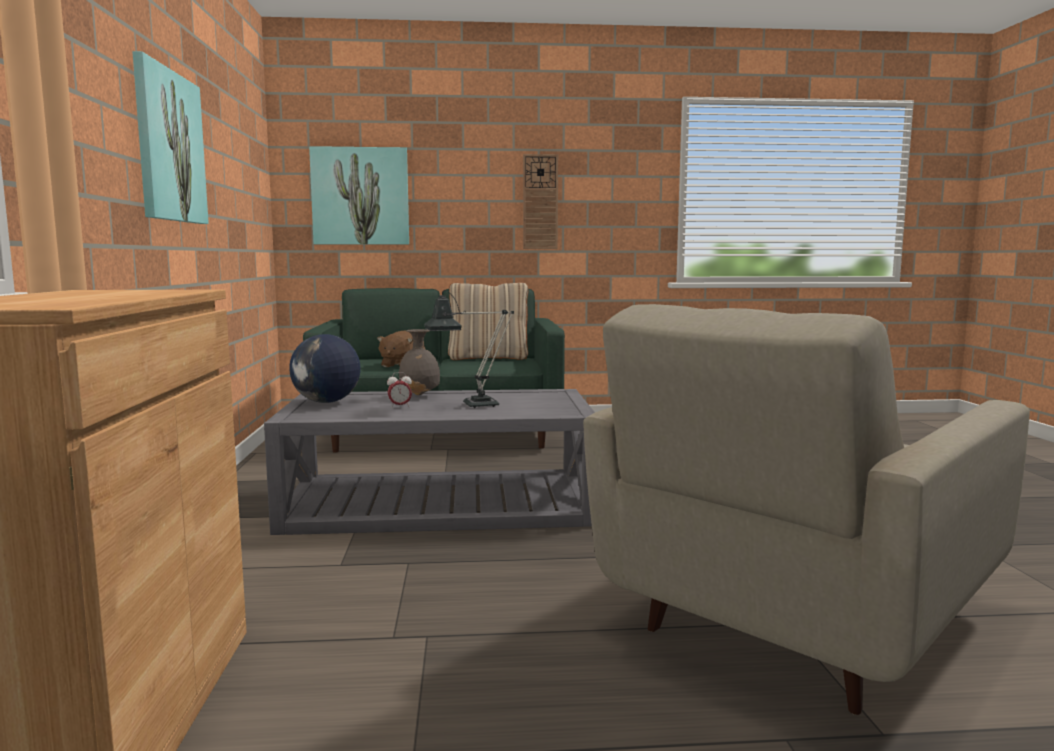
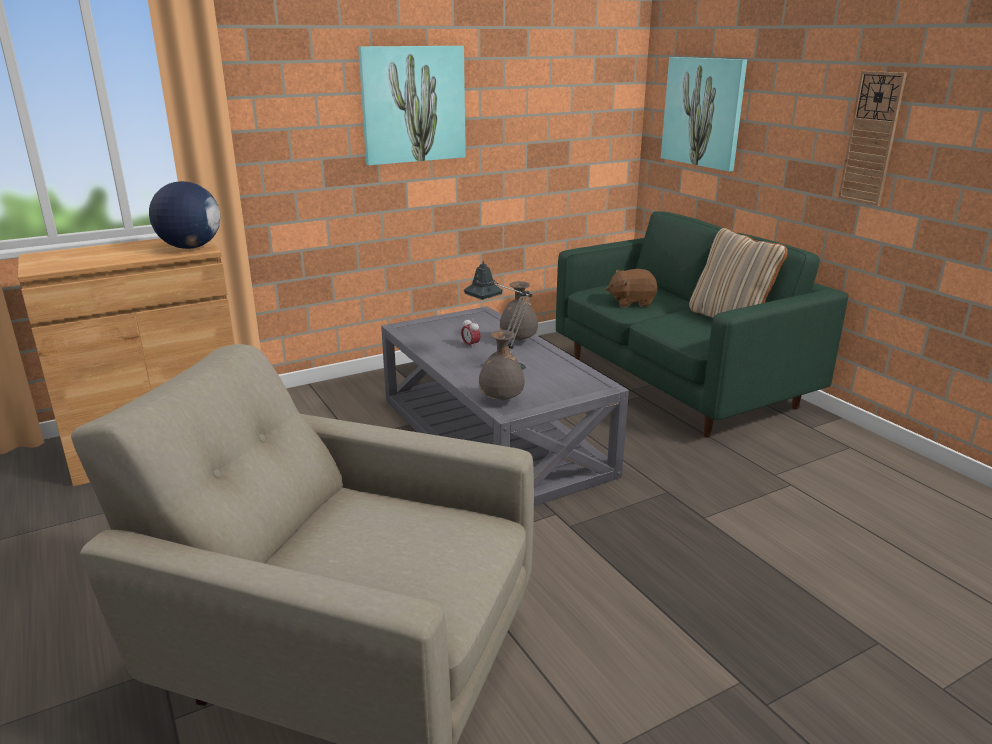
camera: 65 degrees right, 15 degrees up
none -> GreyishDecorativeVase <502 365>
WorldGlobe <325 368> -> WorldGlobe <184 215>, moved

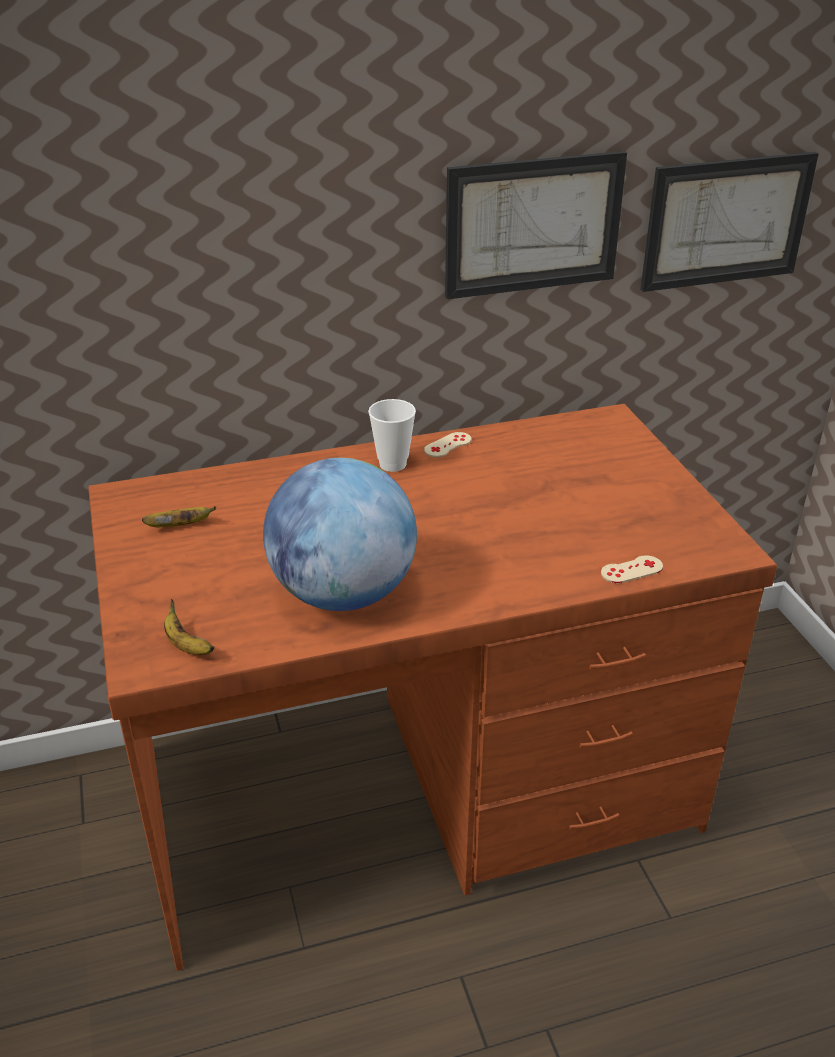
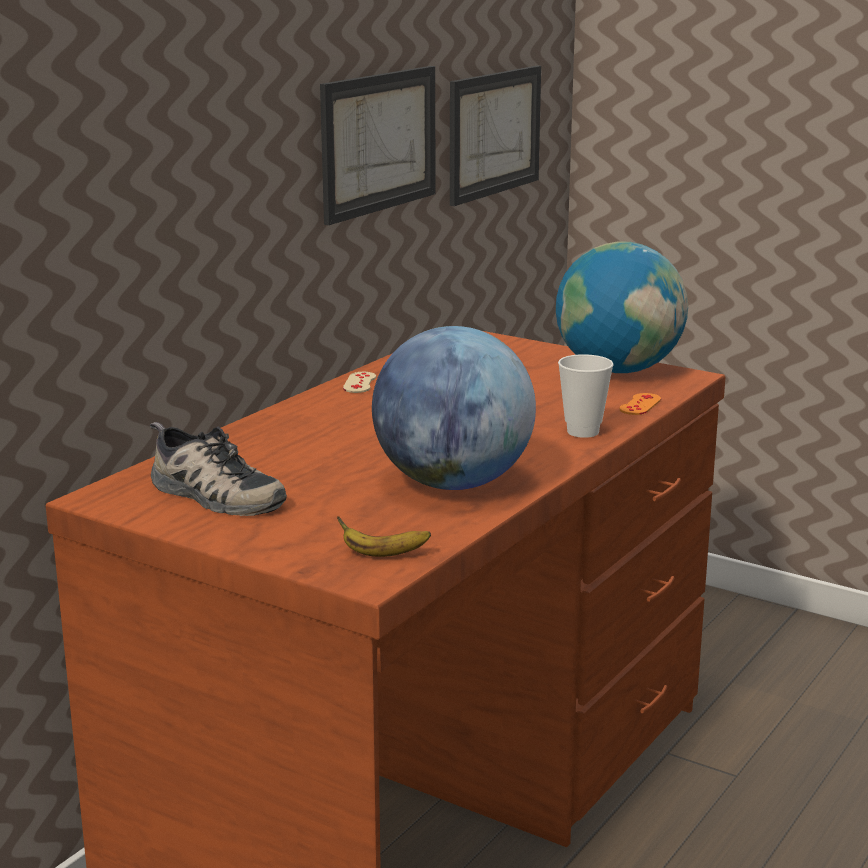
camera: 40 degrees left, 15 degrees down
none -> WorldGlobe <622 307>
SmallCup <392 435> -> SmallCup <586 396>, moved
WholeBanana <179 516> -> LowShoe <218 469>
SandColouredGameController <632 569> -> OrangeGameController <640 404>

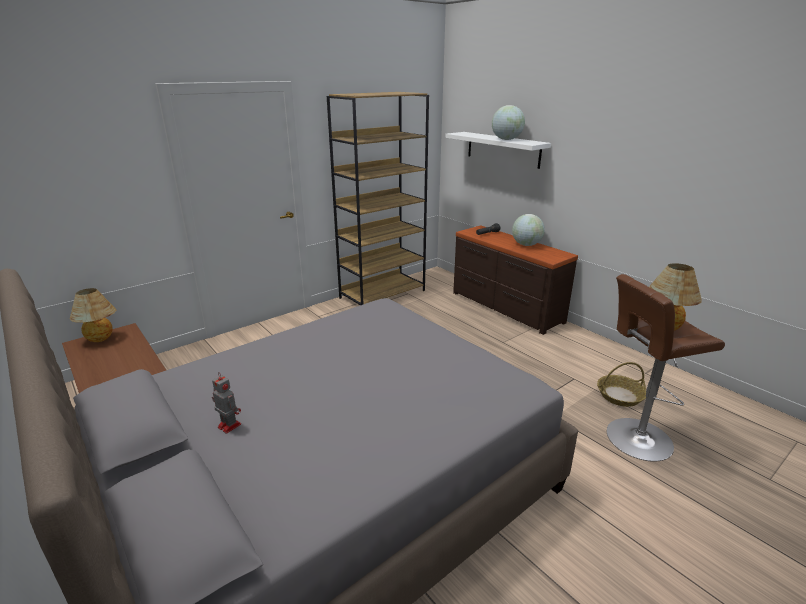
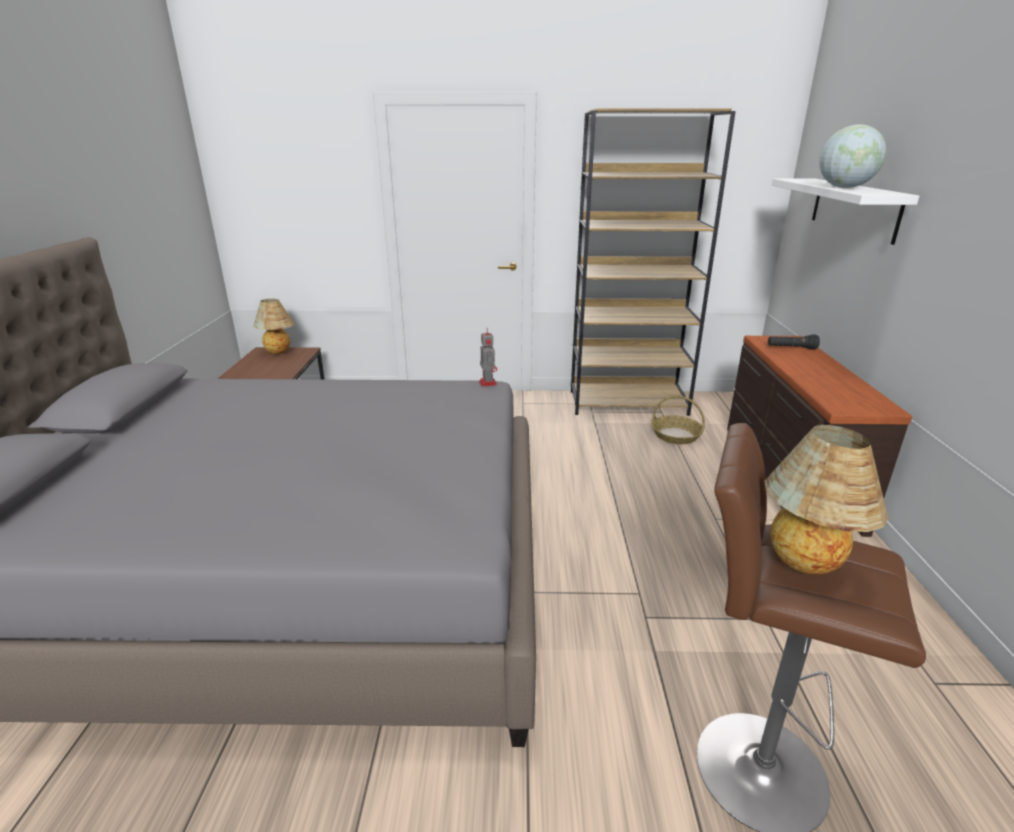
camera: 40 degrees right, 0 degrees up
WorldGlobe <528 230> -> none
ModelRobot <226 403> -> ModelRobot <488 358>, moved
StorageBasket <621 384> -> StorageBasket <678 420>, moved

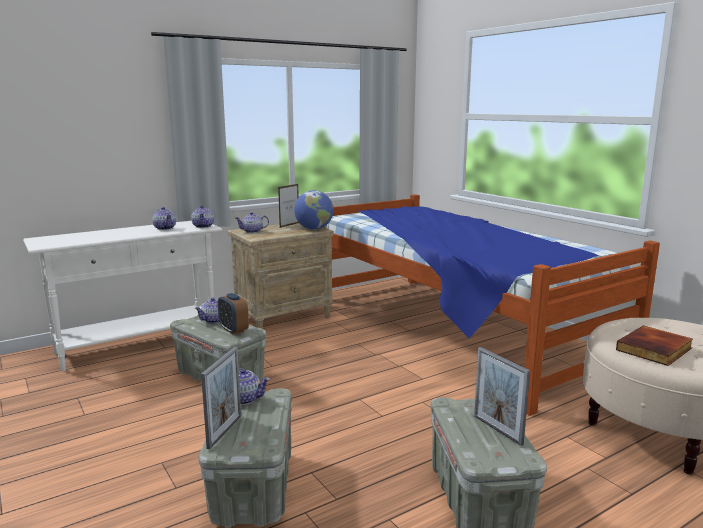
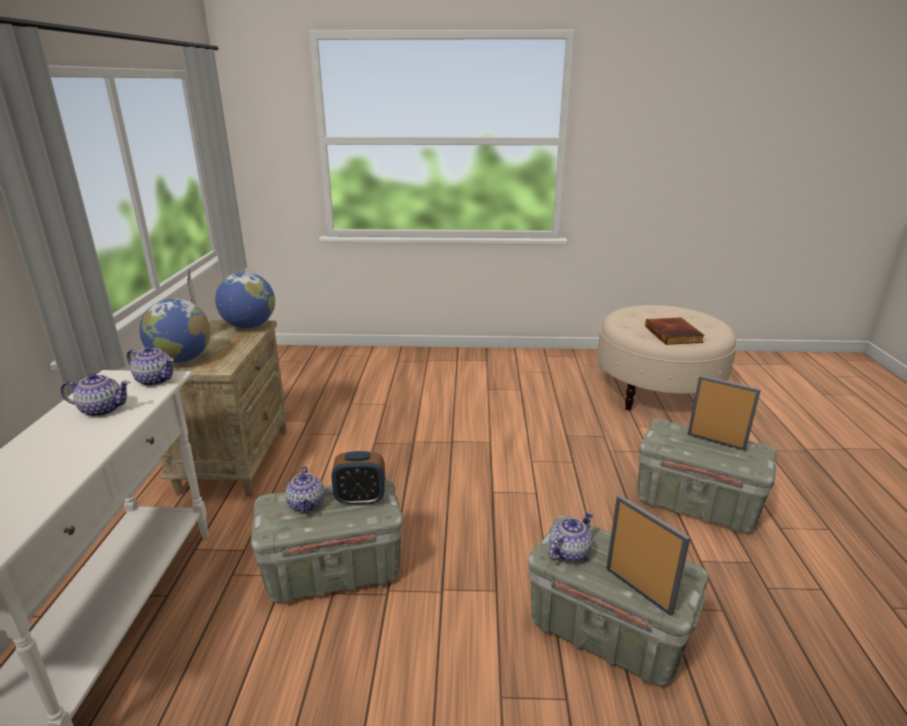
camera: 55 degrees left, 10 degrees up
SleepingBed <492 305> -> none
PotForTea <252 222> -> WorldGlobe <174 330>
PictureFrame <502 396> -> PictureFrame <724 413>, 150 degrees counterclockwise

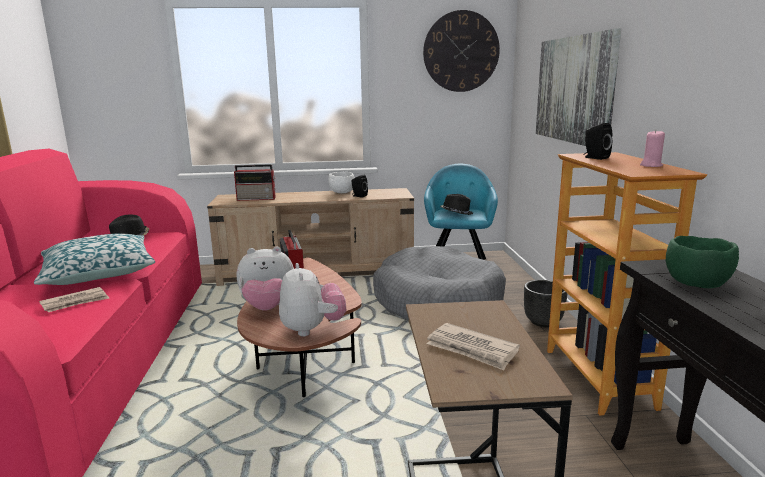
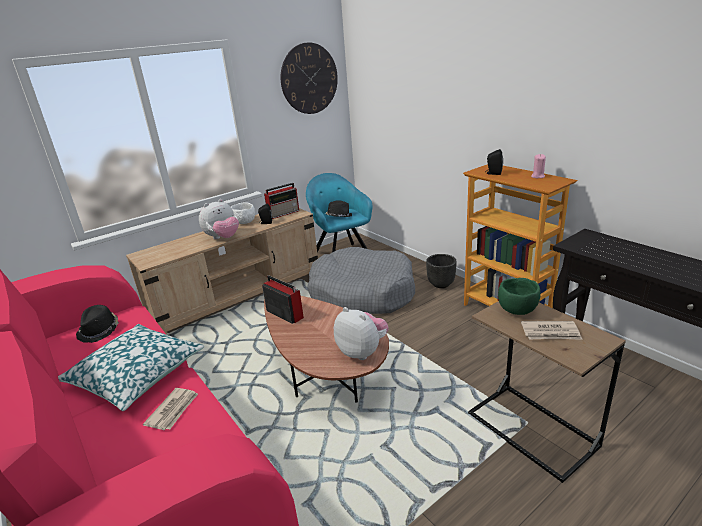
camera: 30 degrees left, 10 degrees up
Picture <578 87> -> none
Radio <255 182> -> Radio <281 201>, moved
SoftToy <265 278> -> SoftToy <219 219>, moved
GreenServingBowl <702 262> -> GreenServingBowl <519 296>, moved

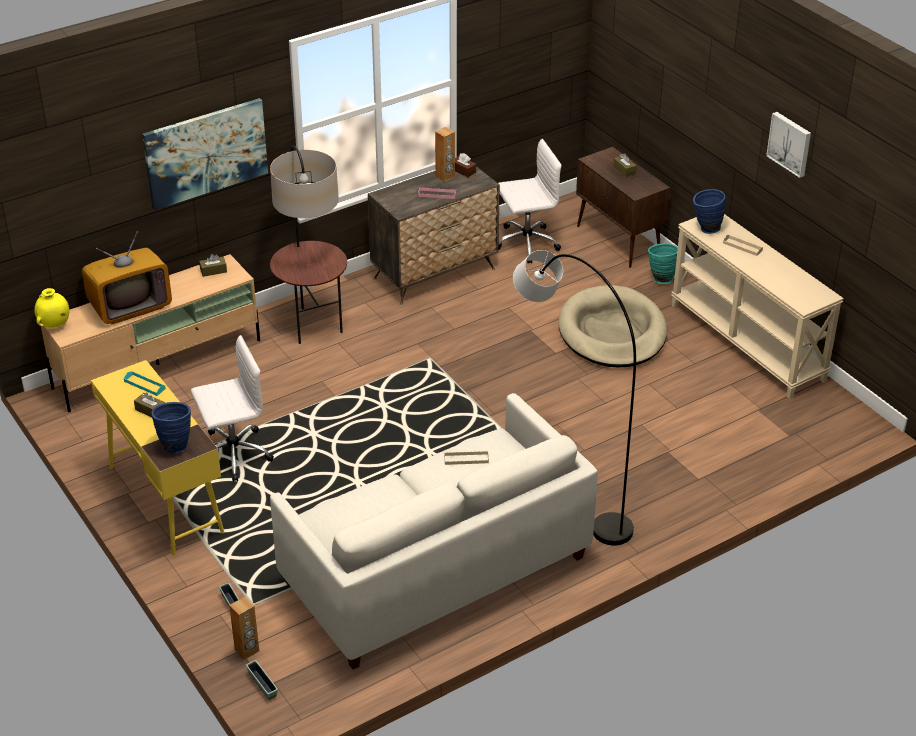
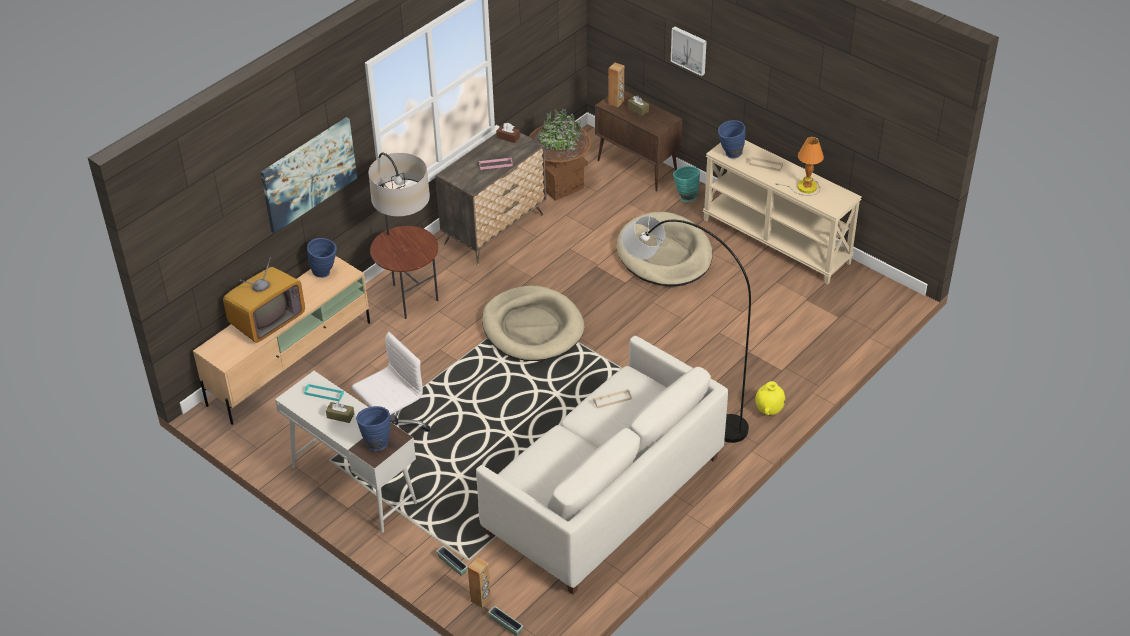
camera: 15 degrees left, 5 degrees up
none -> SandColouredDogCushion <533 323>
none -> TabletopLamp <799 166>
YellowColouredDecorativeVase <51 308> -> YellowColouredDecorativeVase <770 398>, moved
BrownSpeaker <445 154> -> BrownSpeaker <616 85>, moved
Picture <788 145> -> Picture <689 51>, moved
BrownTissueHolder <213 265> -> BlueColouredDecorativeVase <322 258>
WhiteColouredOfficeChair <530 201> -> BrownPlanter <560 155>
YellowColouredDeskTable <157 457> -> WhiteColouredDeskTable <346 452>

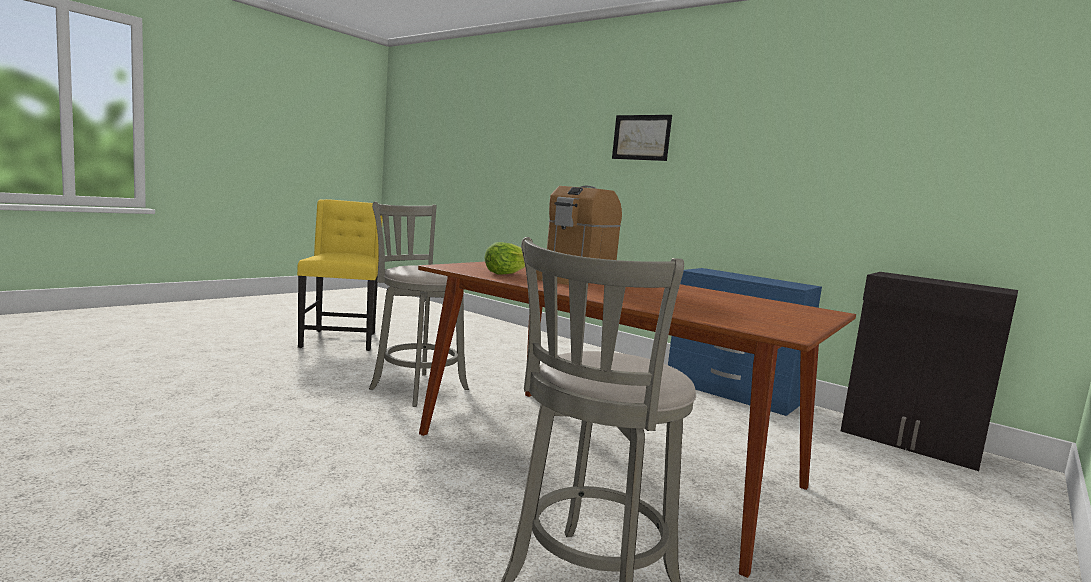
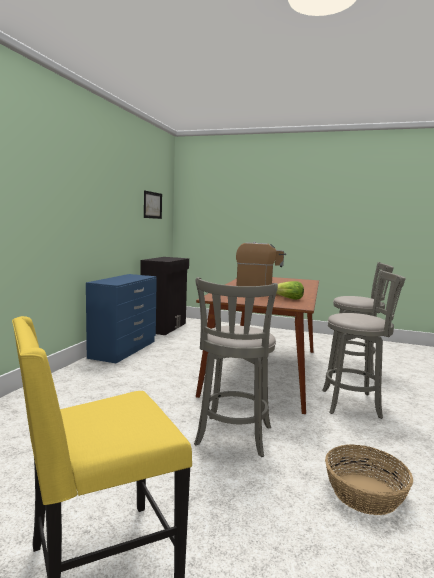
camera: 110 degrees left, 0 degrees up
none -> GreyishStool <364 344>
none -> StorageBasket <369 479>
Picture <642 138> -> Picture <153 205>, moved

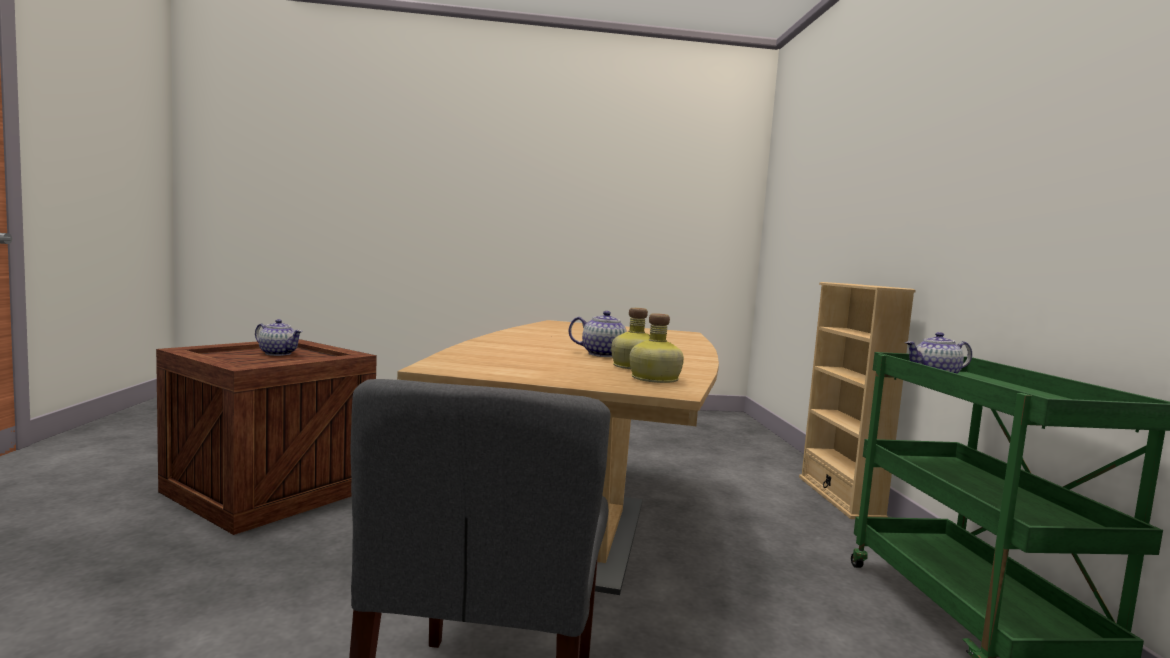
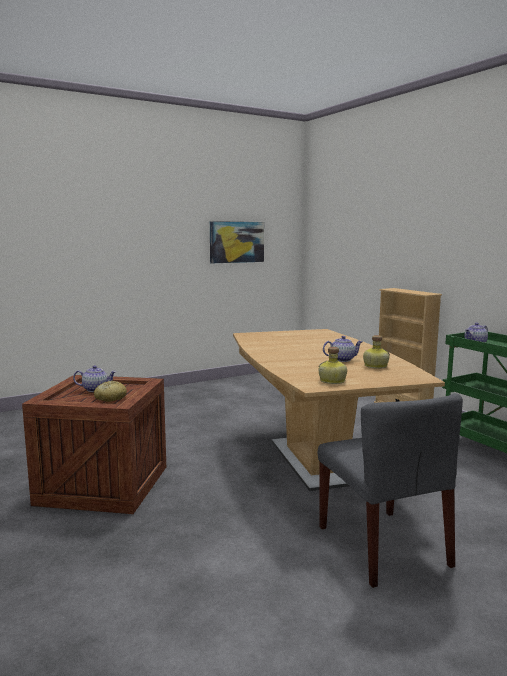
camera: 25 degrees left, 5 degrees up
none -> BakedBread <110 391>
none -> Picture <237 242>
Bottle <656 348> -> Bottle <333 365>, moved

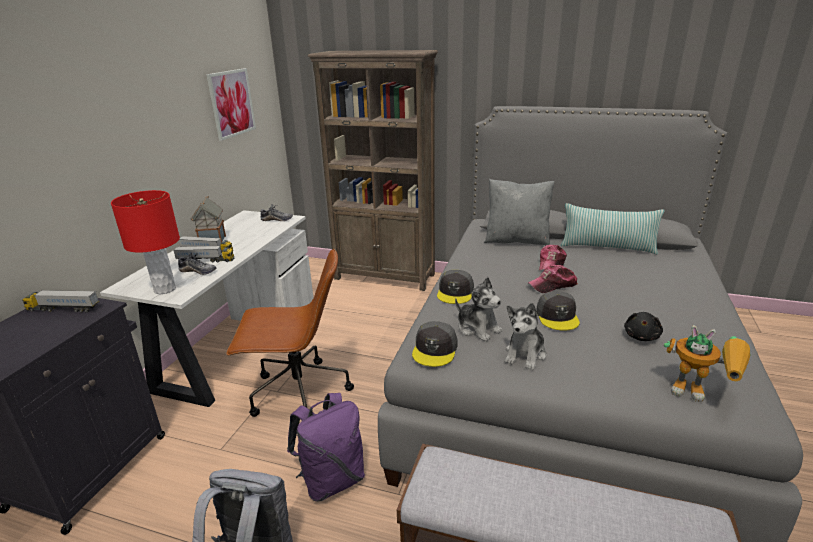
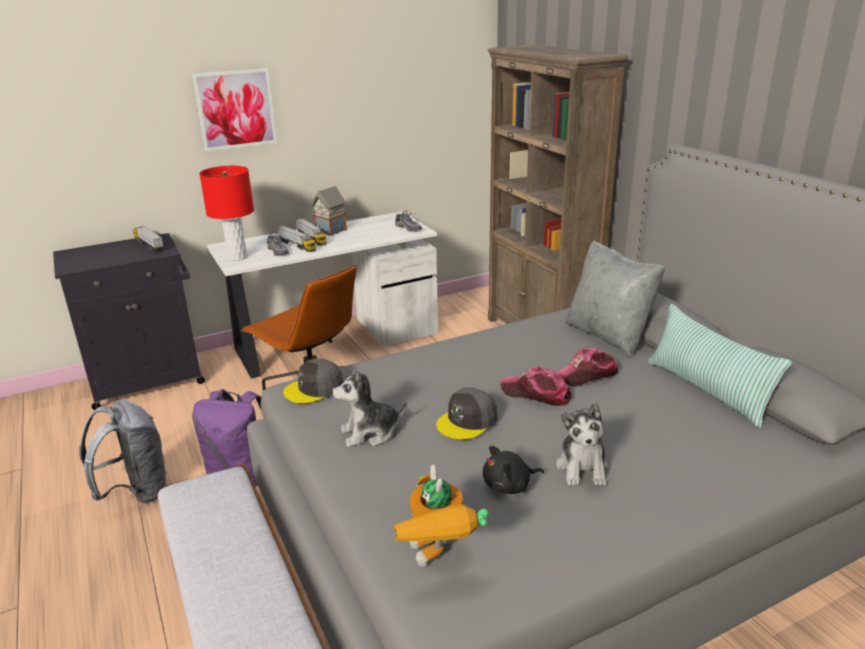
camera: 45 degrees right, 0 degrees up
GreyishCap <455 287> -> none
Picture <231 104> -> Picture <234 110>, moved
SoftToy <479 309> -> SoftToy <582 444>, moved

